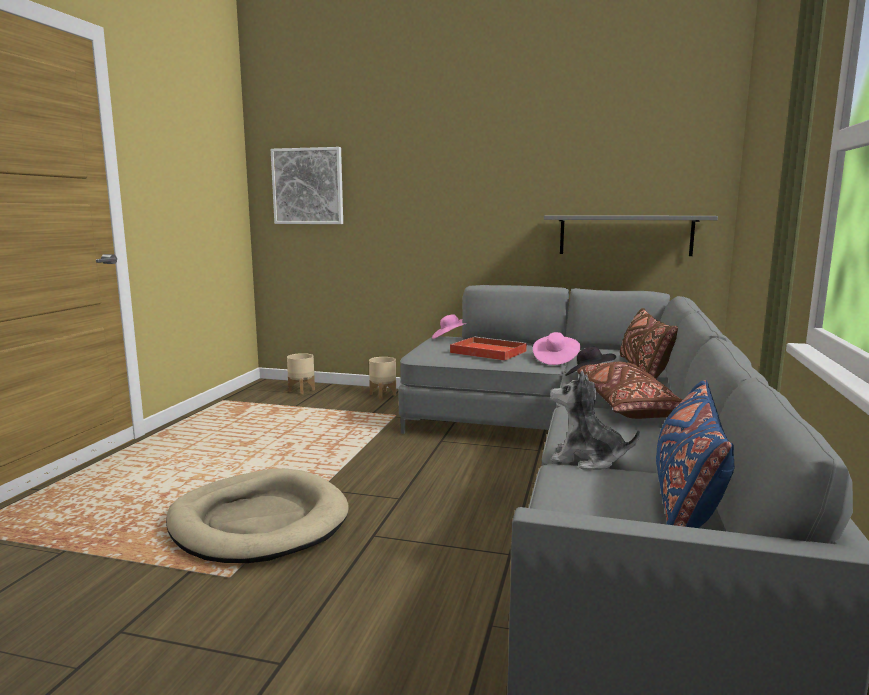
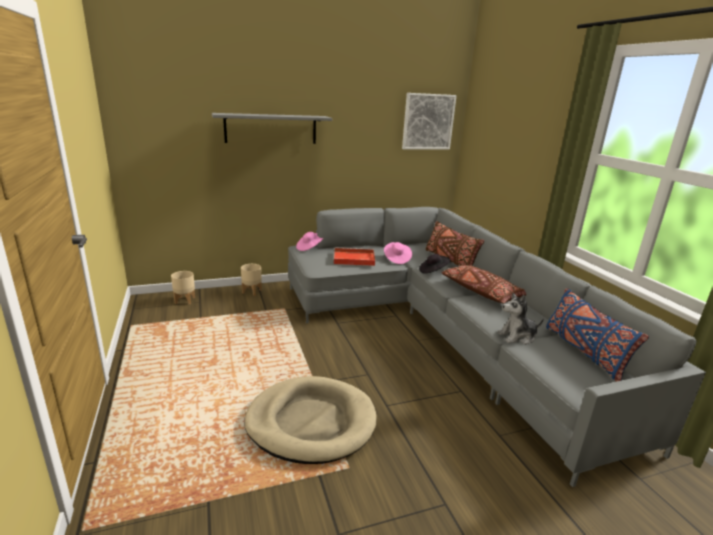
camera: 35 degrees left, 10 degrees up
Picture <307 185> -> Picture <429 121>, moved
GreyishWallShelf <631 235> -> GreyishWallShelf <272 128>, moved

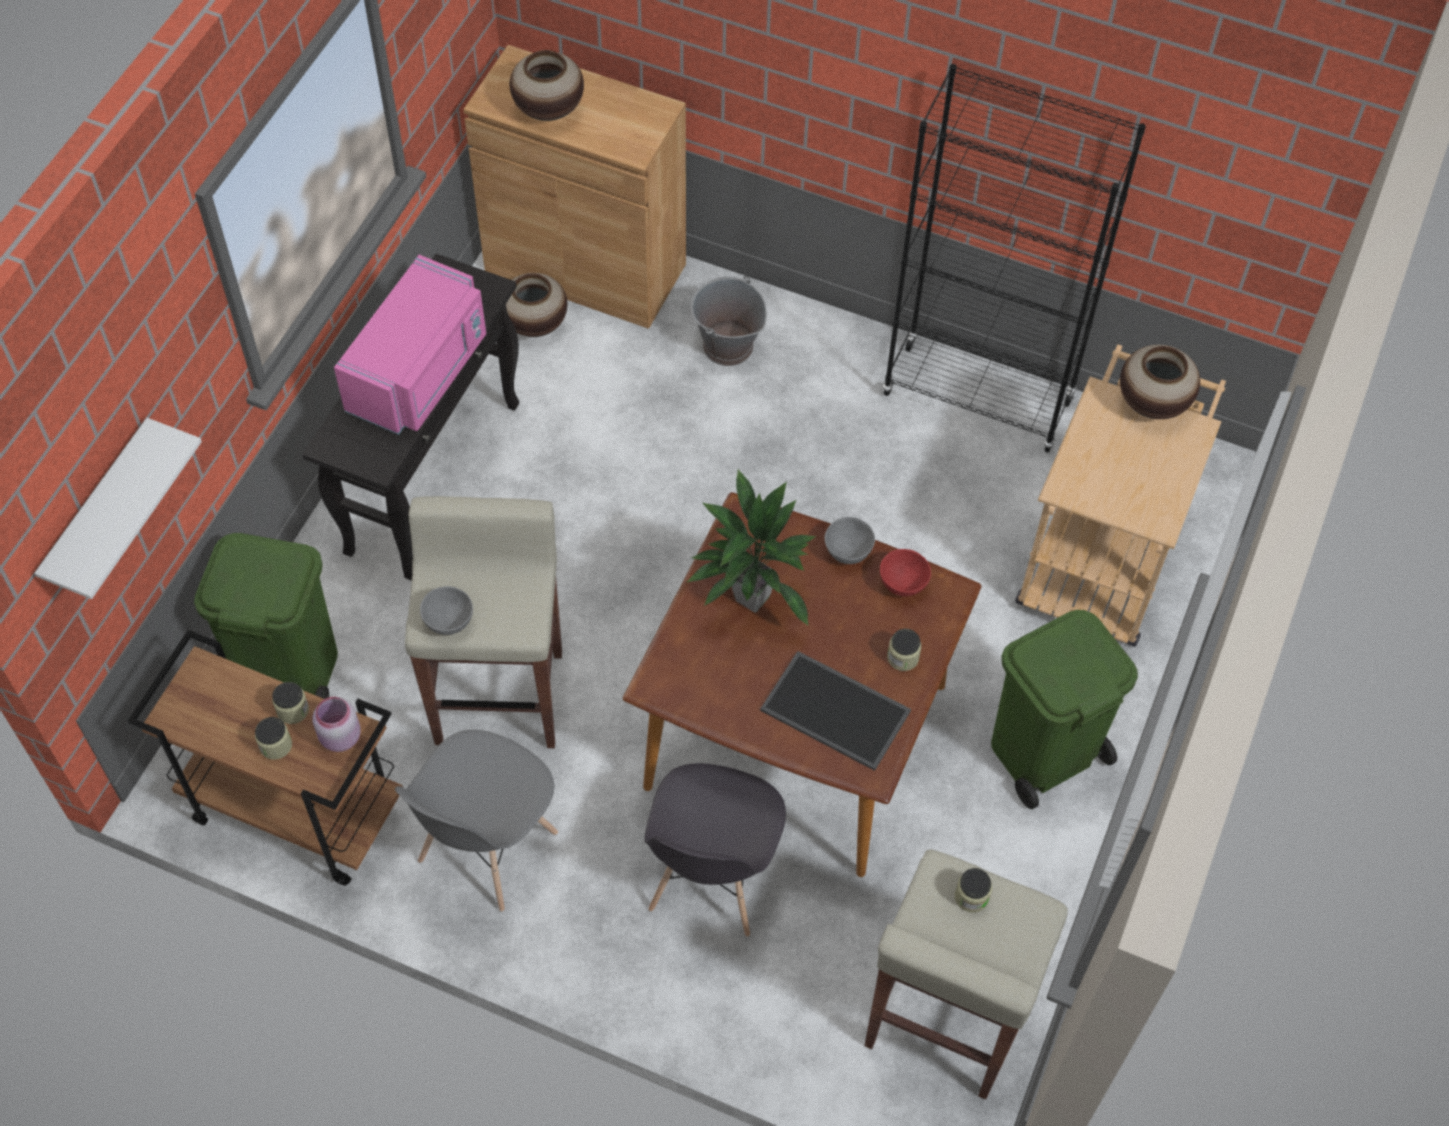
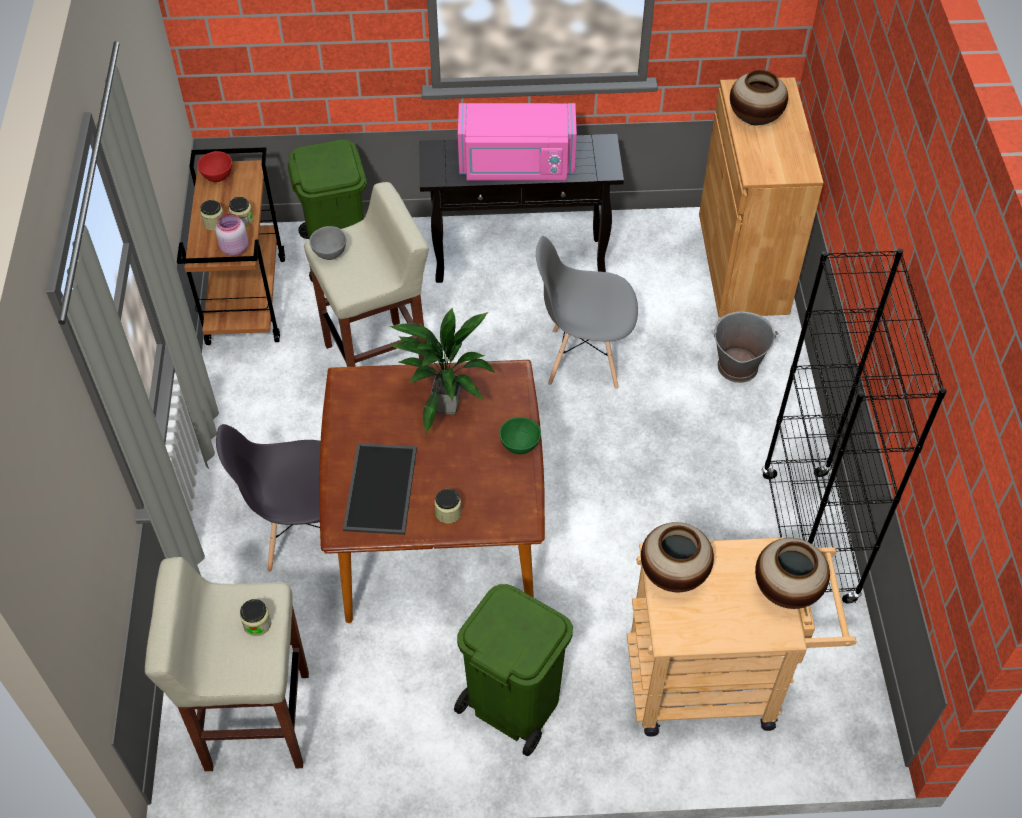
camera: 65 degrees right, 5 degrees down
WhiteColouredWallShelf <118 508> -> none
GreyishPlainChair <476 821> -> GreyishPlainChair <587 312>, moved
DecorativeVase <536 305> -> DecorativeVase <677 557>, moved
RedServingBowl <905 573> -> RedServingBowl <214 166>, moved
GreyishServingBowl <850 540> -> GreenServingBowl <520 435>

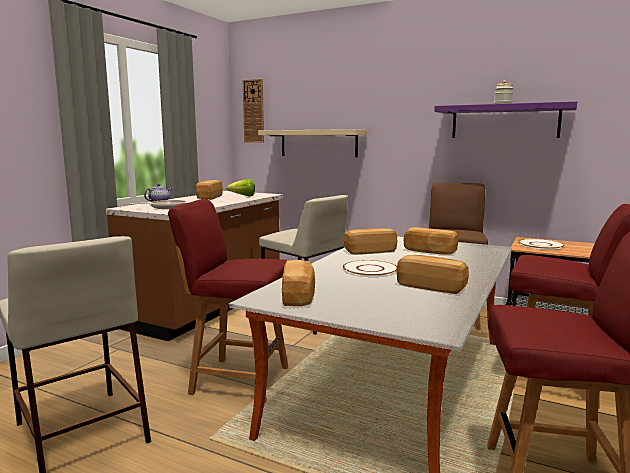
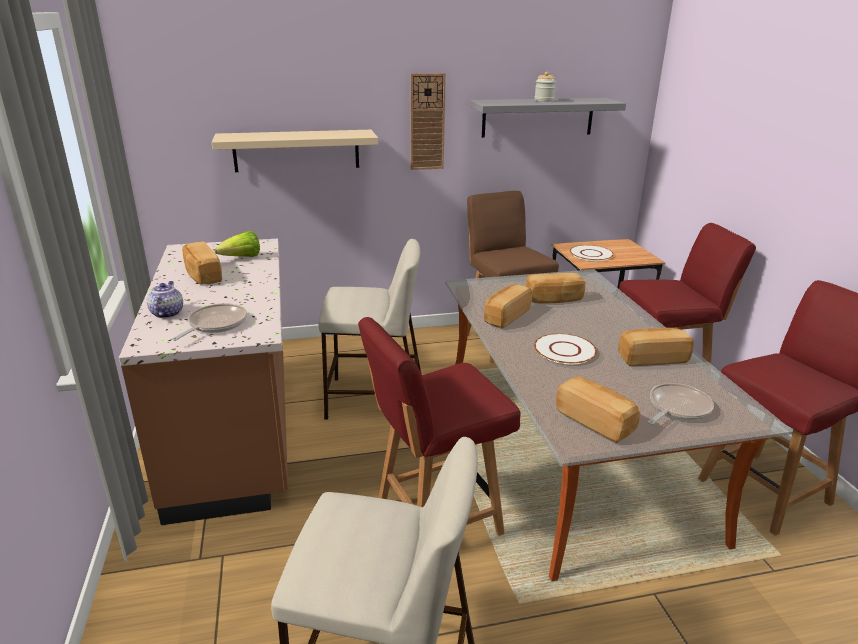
camera: 40 degrees left, 15 degrees up
none -> Pan <681 404>
HangingClock <253 111> -> HangingClock <428 121>, moved
PurpleColouredWallShelf <505 119> -> GreyishWallShelf <548 118>

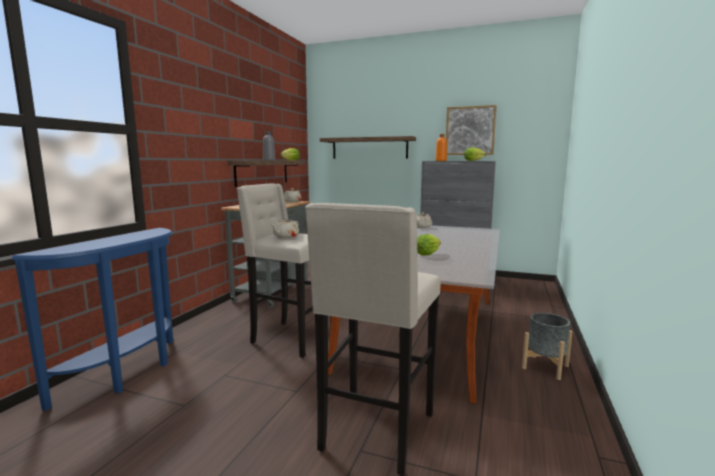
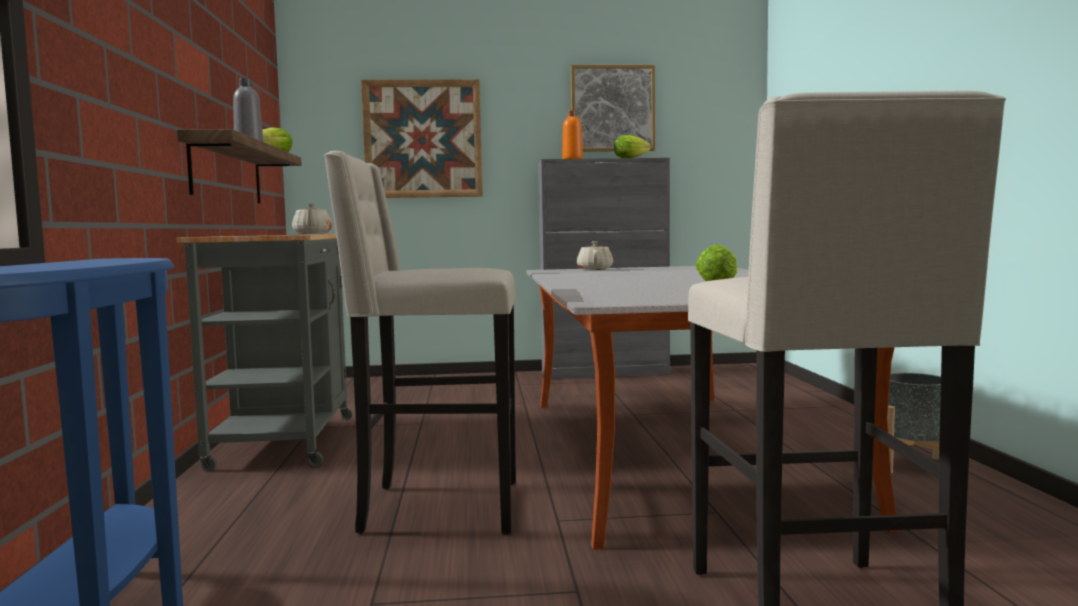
camera: 25 degrees left, 5 degrees down
SandColouredPotForTea <285 227> -> none
WallShelf <368 147> -> Picture <422 138>

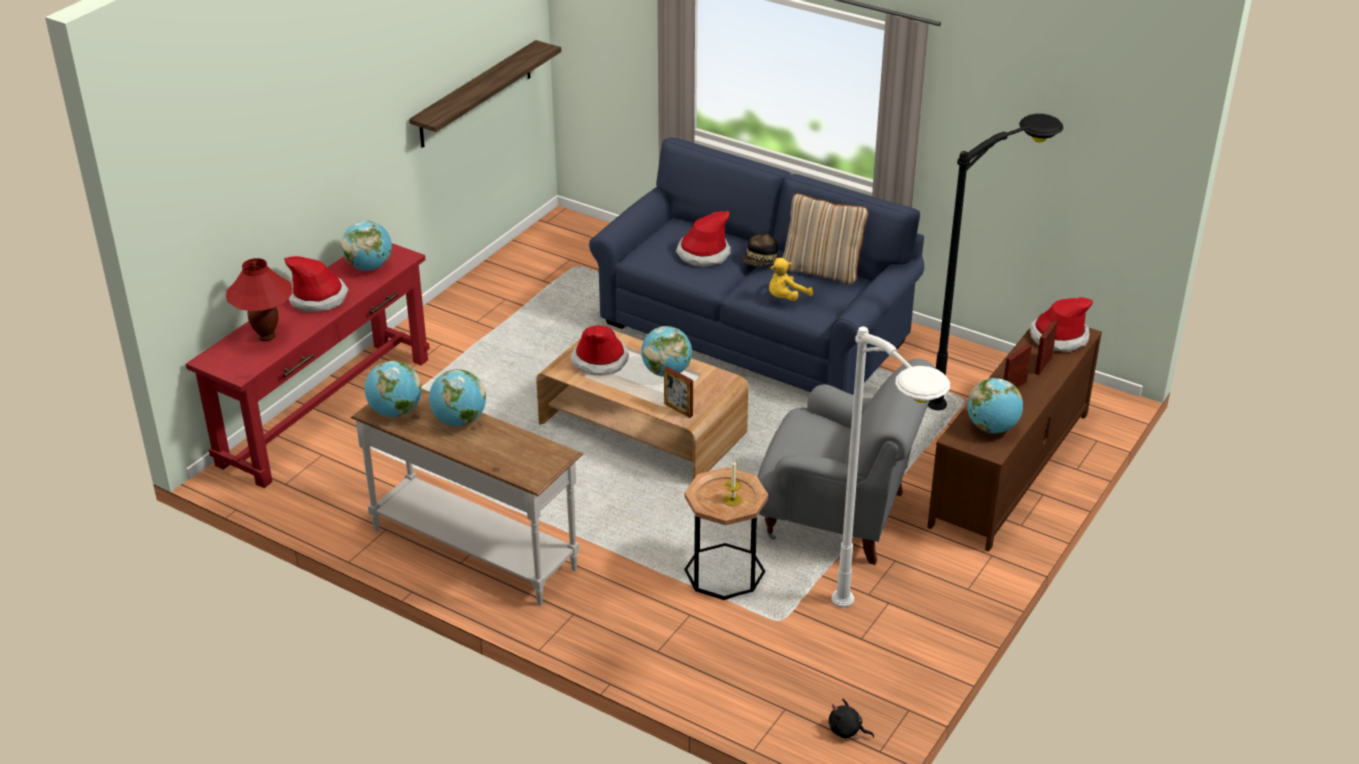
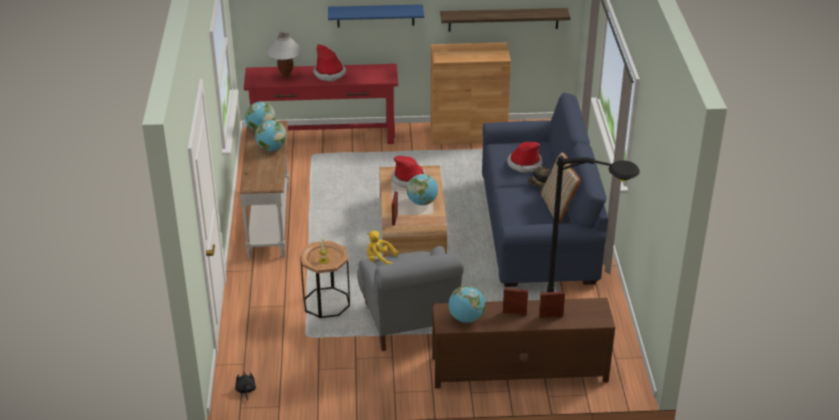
camera: 55 degrees right, 0 degrees up
WorldGlobe <366 246> -> none
WhiteColouredStandardLamp <891 467> -> none
Hat <1061 324> -> none
none -> BlueColouredWallShelf <376 15>
none -> BrownStorageCabinet <471 93>
YellowColouredSoftToy <791 279> -> YellowColouredSoftToy <382 247>, moved
RedTabletopLamp <259 299> -> WhiteColouredTabletopLamp <284 55>

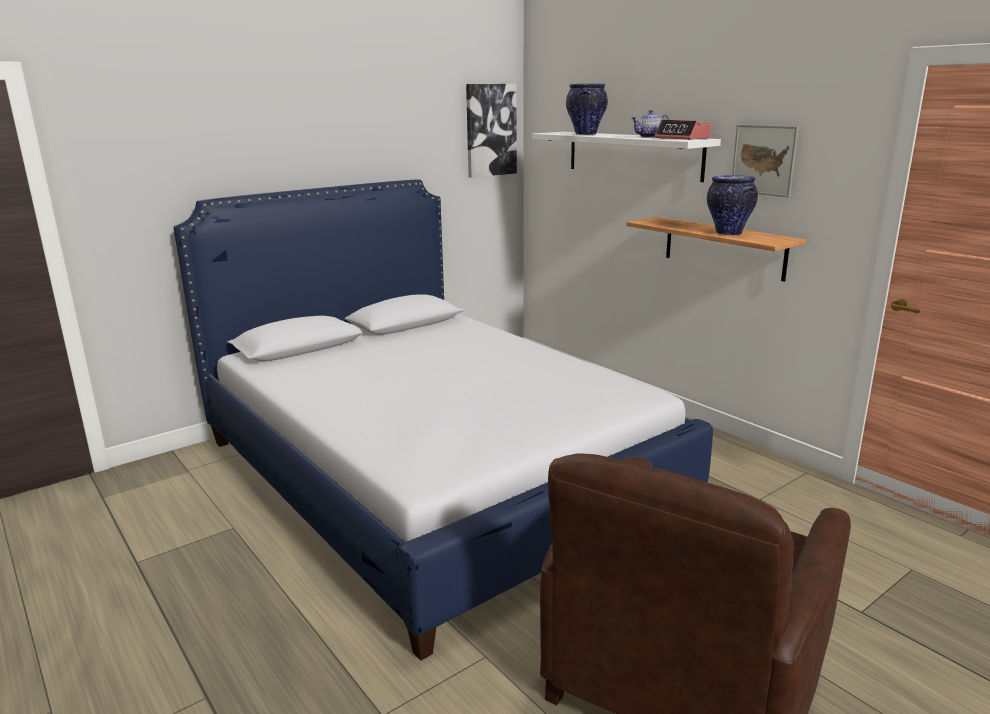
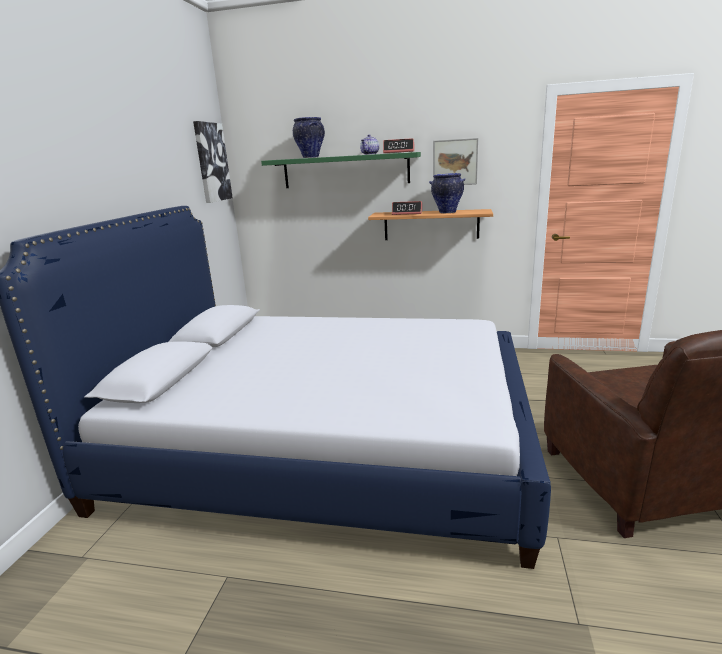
camera: 40 degrees left, 0 degrees up
none -> TableClock <407 208>
WhiteColouredWallShelf <626 157> -> GreenWallShelf <341 170>

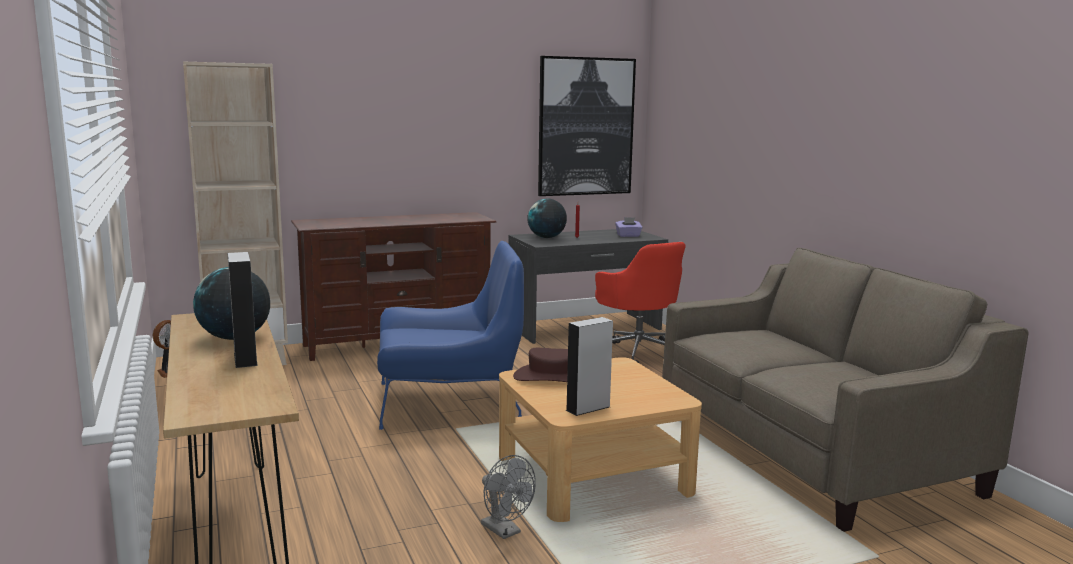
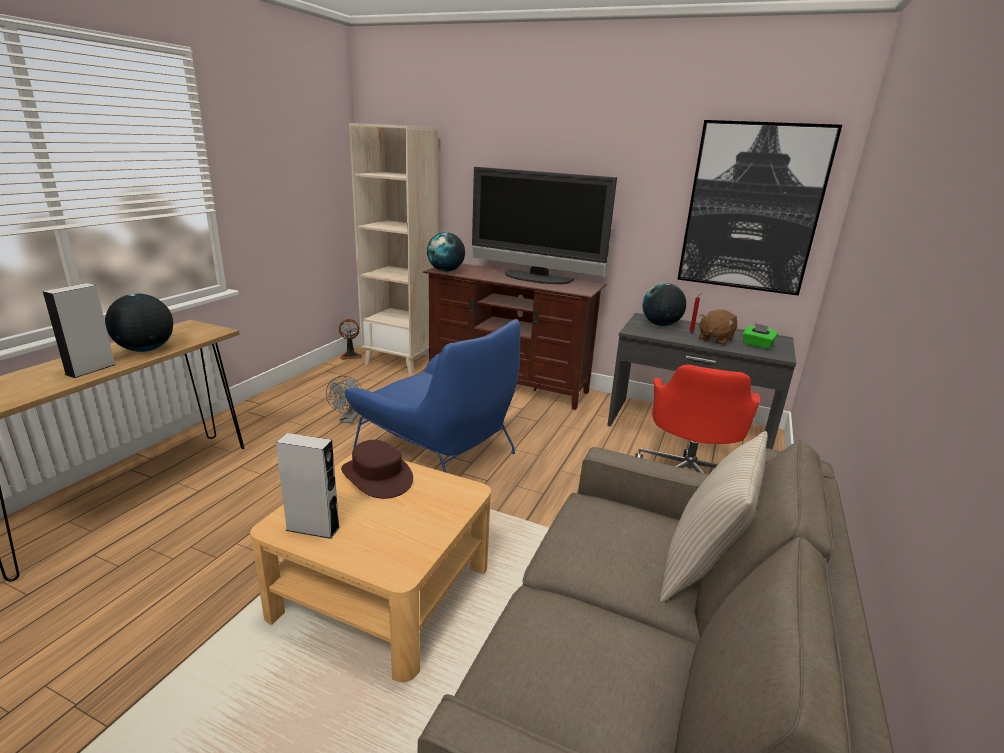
camera: 45 degrees right, 10 degrees up
none -> WorldGlobe <446 251>
none -> Television <544 225>
none -> SandColouredThrowPillow <714 517>
none -> BrownSoftToy <718 327>
GreyishFan <508 497> -> GreyishFan <344 399>, moved
PurpleColouredTissueHolder <628 227> -> GreenTissueHolder <760 336>

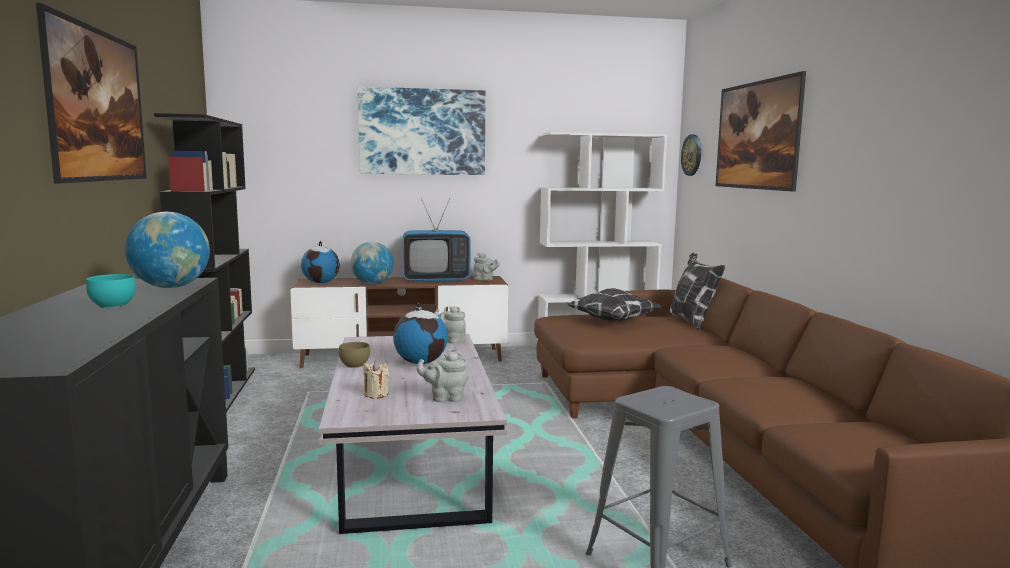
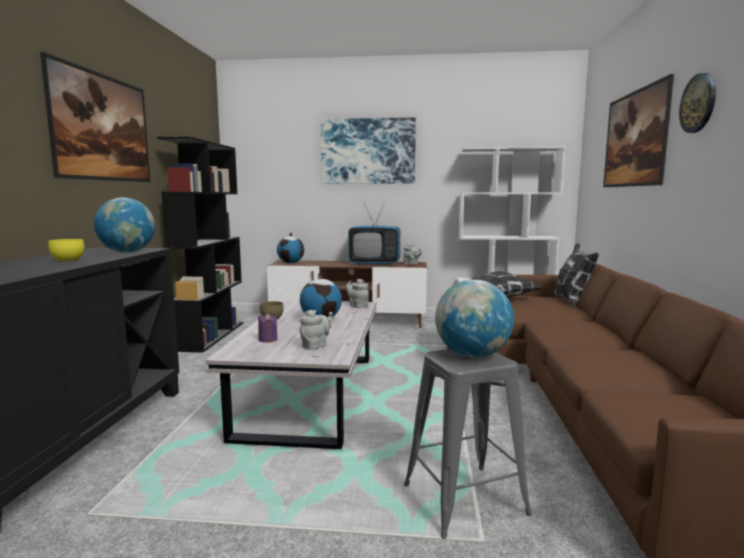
camera: 15 degrees right, 0 degrees up
WorldGlobe <372 263> -> WorldGlobe <474 319>, moved
HangingClock <691 155> -> HangingClock <697 103>, moved
BlueGreenServingBowl <111 291> -> YellowColouredServingBowl <66 250>
SandColouredWaxCandle <376 380> -> PurpleColouredWaxCandle <267 327>
GreyishPotForTea <443 377> -> GreyishPotForTea <316 330>, 120 degrees clockwise

